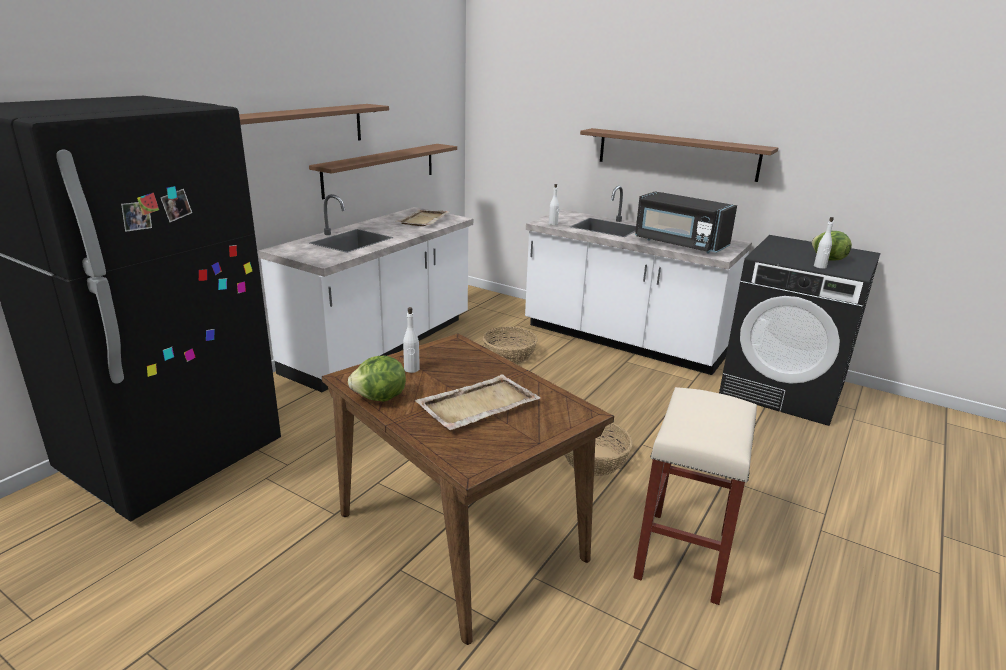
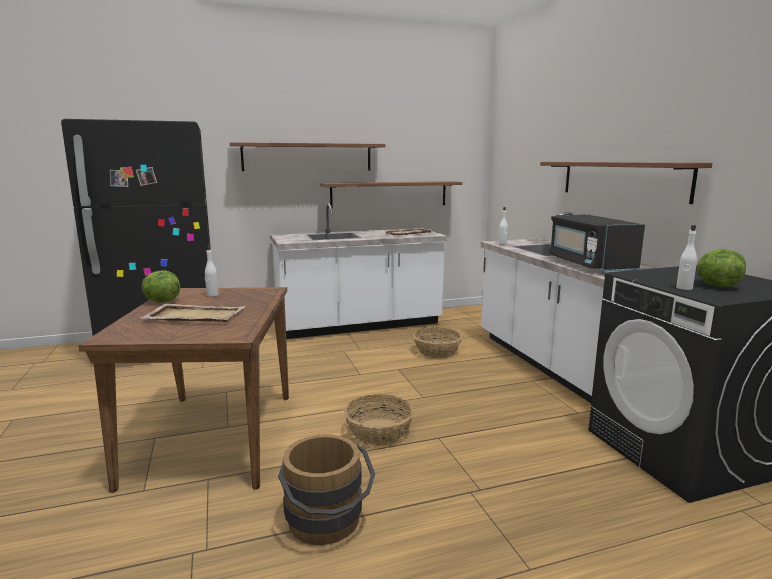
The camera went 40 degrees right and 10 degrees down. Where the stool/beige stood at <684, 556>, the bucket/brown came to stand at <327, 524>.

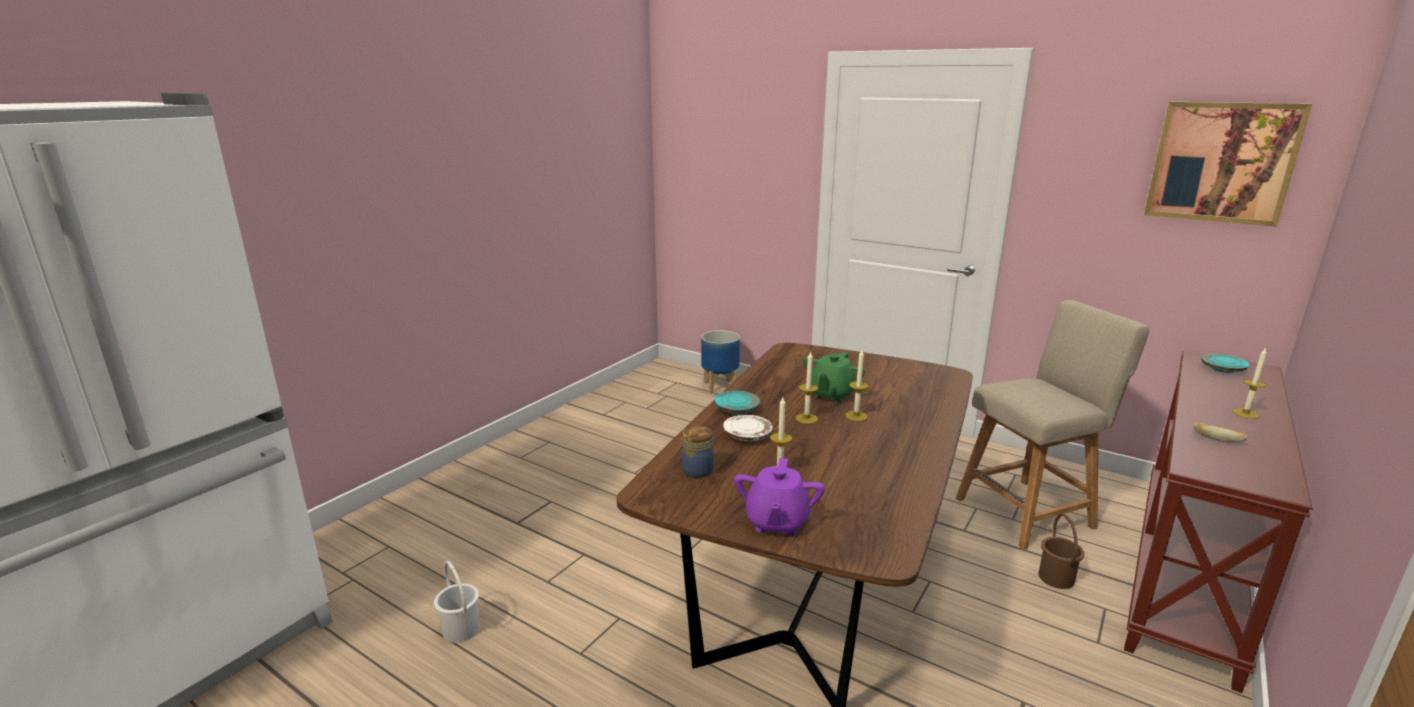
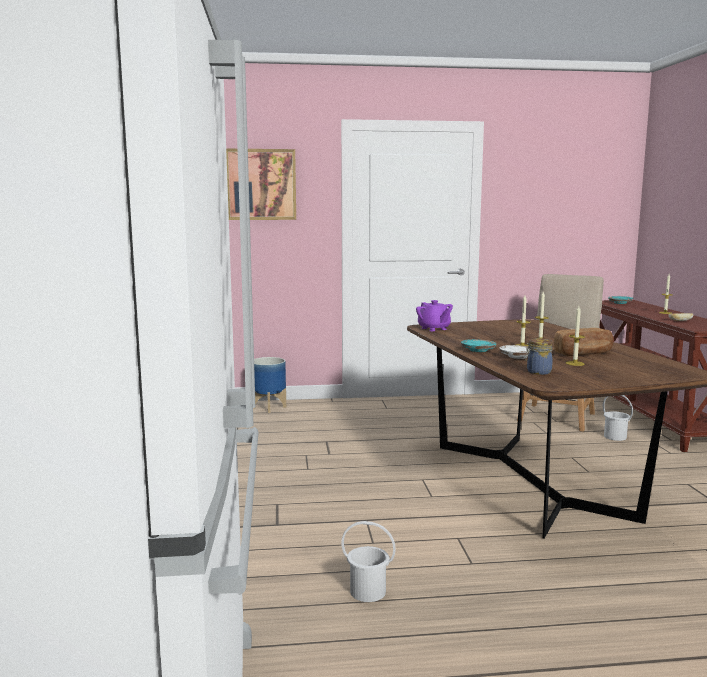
The camera went 40 degrees left and 10 degrees down. The second view lost the teapot/green at <831, 394>. The second view gained the bread at <583, 353>. The teapot/purple ended up elsewhere, having gone from <776, 522> to <434, 329>. The picture ended up elsewhere, having gone from <1222, 162> to <261, 184>. What was the bucket/brown at <1056, 577> turned into the bucket/white at <615, 436>.

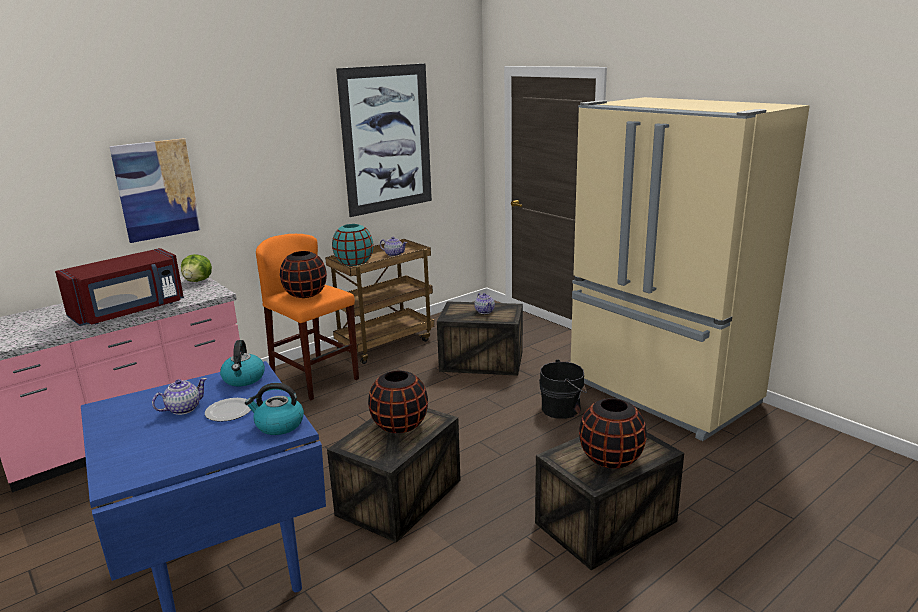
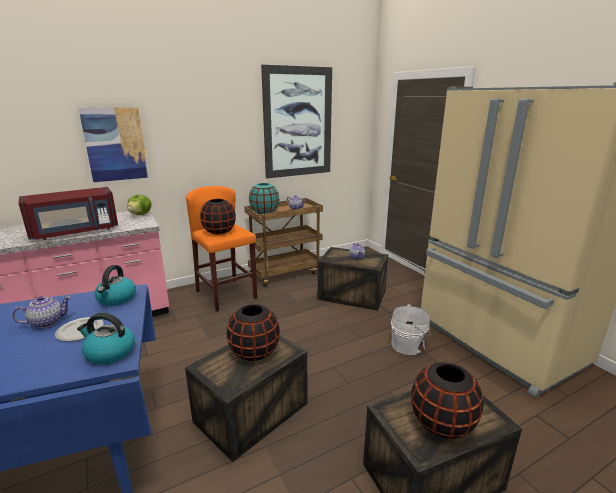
The camera went 10 degrees right and 0 degrees up. What was the bucket/black at <563, 408> turned into the bucket/white at <409, 345>.

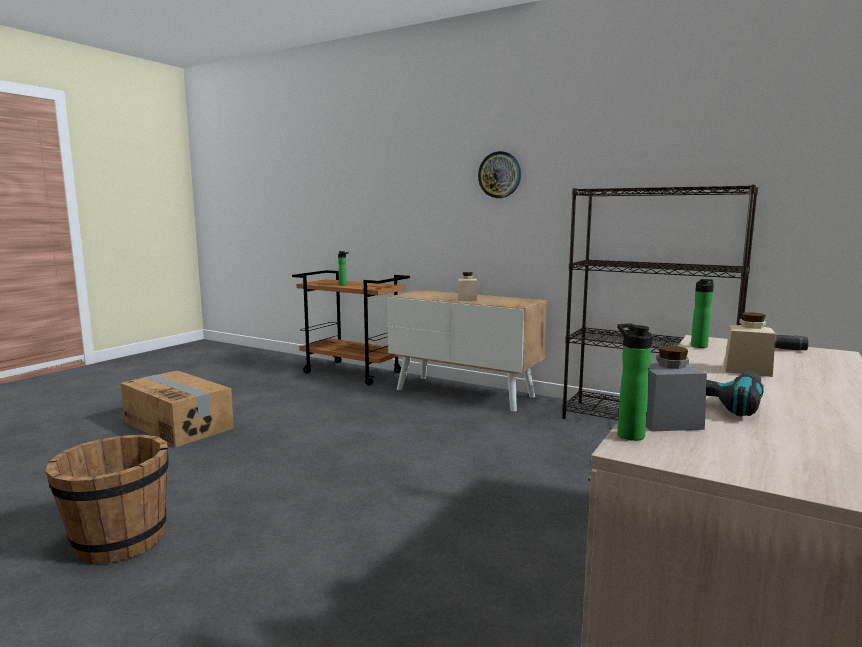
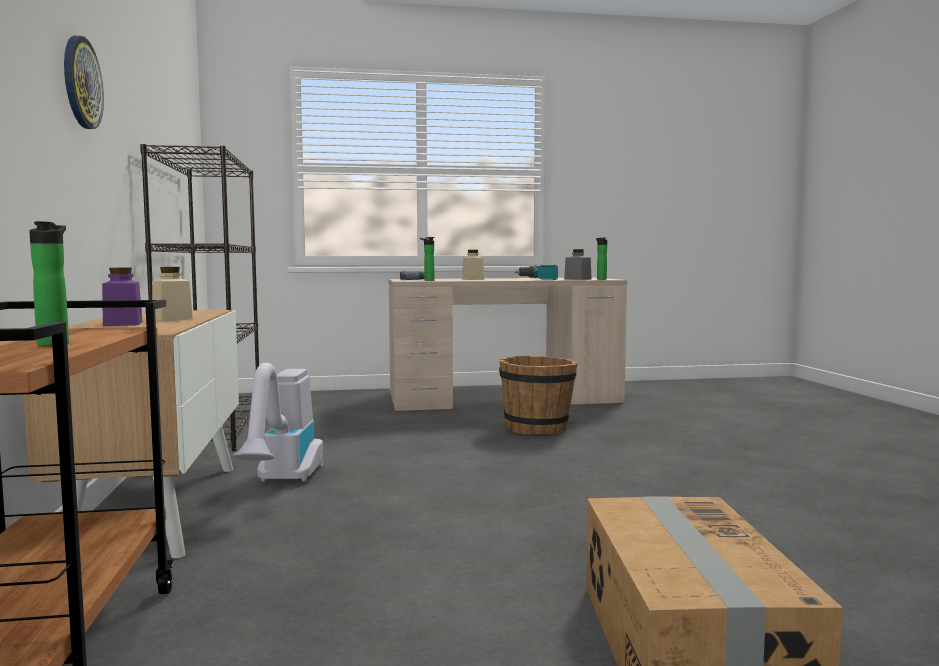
The camera went 130 degrees left and 5 degrees down. The second view gained the jar/purple at <123, 324>. The second view gained the vacuum cleaner at <284, 482>. The bucket/brown ended up elsewhere, having gone from <119, 541> to <537, 428>.

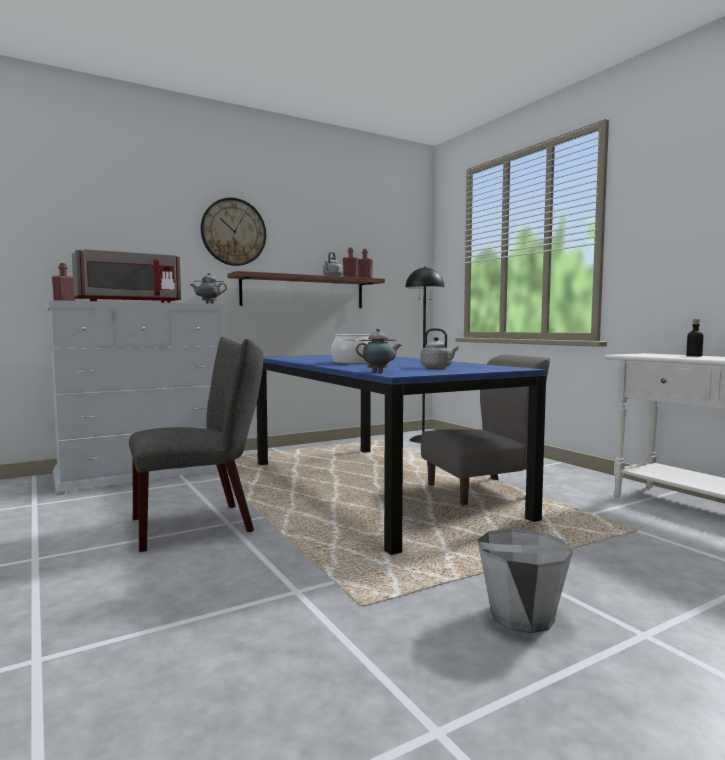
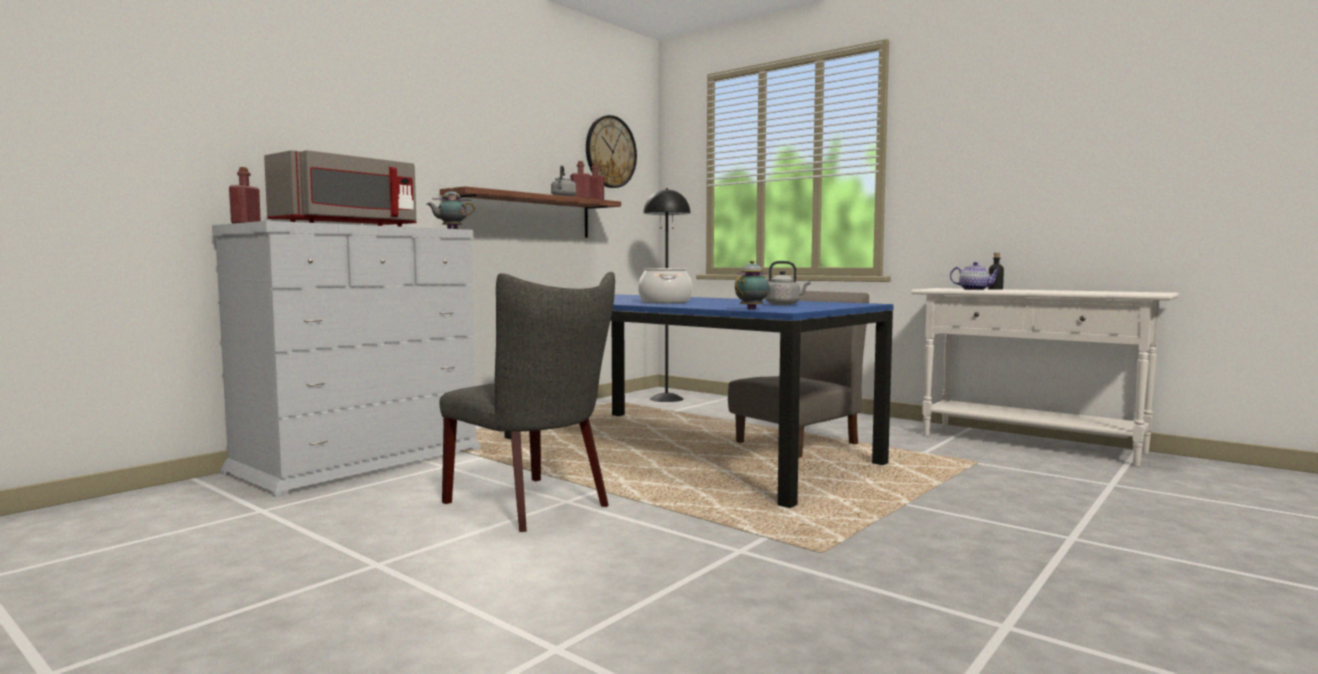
The camera went 20 degrees left and 0 degrees up. The second view lost the bucket/grey at <521, 616>. The second view gained the teapot at <975, 289>. The wall clock ended up elsewhere, having gone from <233, 232> to <610, 152>. The chair/grey at <201, 524> ended up facing another way, 90 degrees clockwise from before.

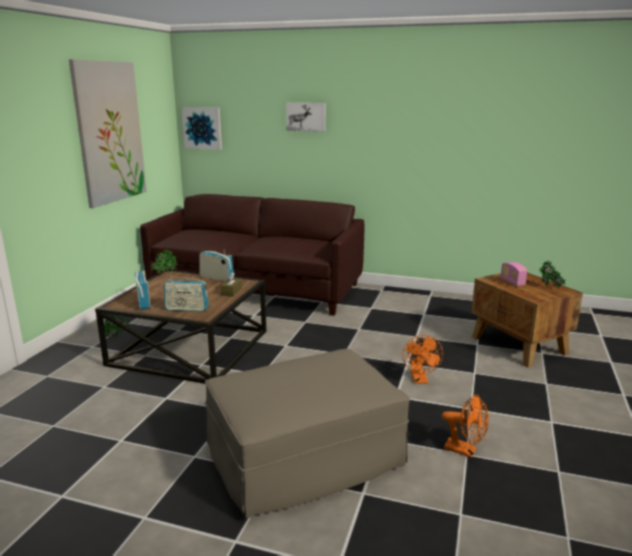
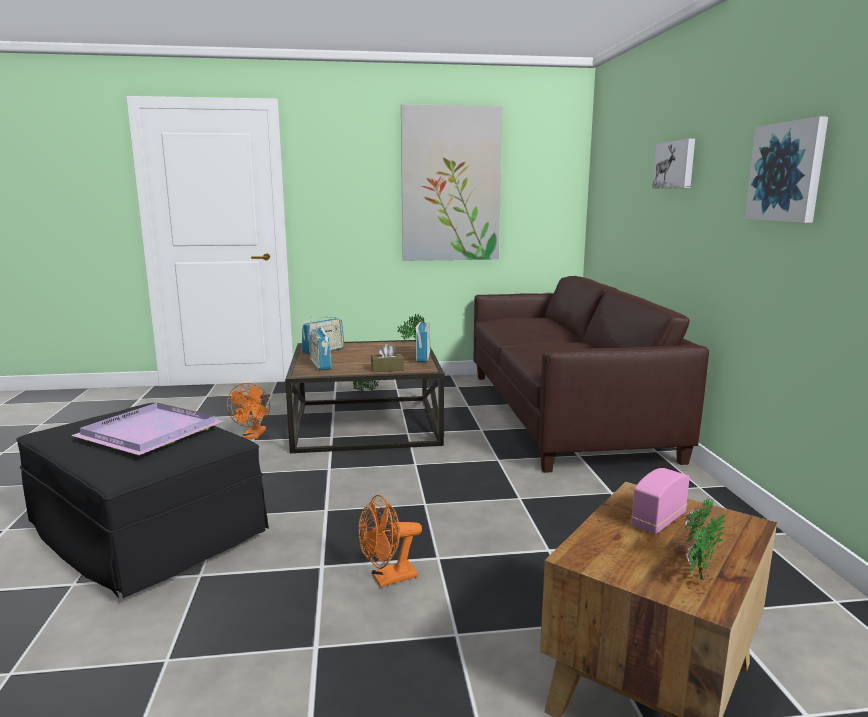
The camera went 65 degrees right and 5 degrees down. The second view gained the tray/purple at <147, 433>. The picture ended up elsewhere, having gone from <202, 128> to <786, 172>. The fan/orange ended up elsewhere, having gone from <465, 450> to <253, 436>. What was the ottoman/beige at <304, 458> turned into the ottoman/black at <147, 532>.

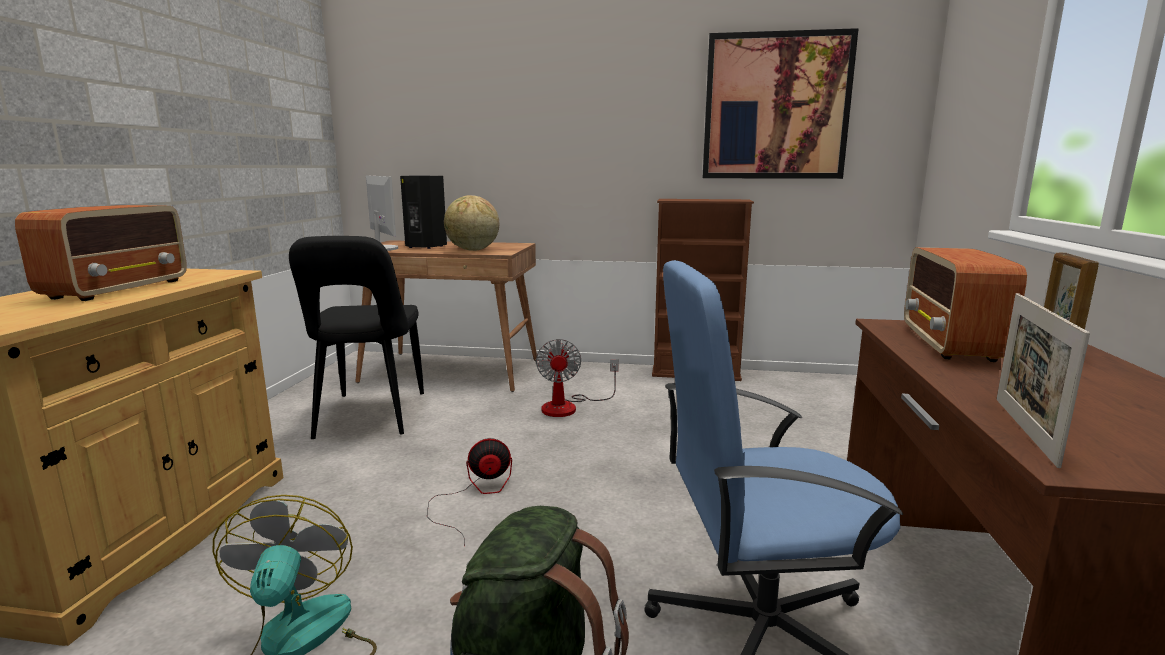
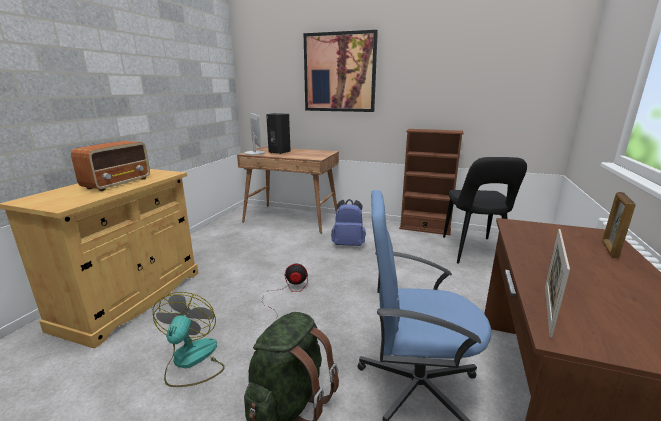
The camera went 10 degrees right and 5 degrees up. The second view lost the globe at <472, 250>. The second view lost the radio at <950, 344>. The chair/black ended up elsewhere, having gone from <369, 417> to <473, 252>. The picture ended up elsewhere, having gone from <776, 107> to <339, 72>. Where the fan stood at <569, 406>, the backpack/blue came to stand at <348, 244>.

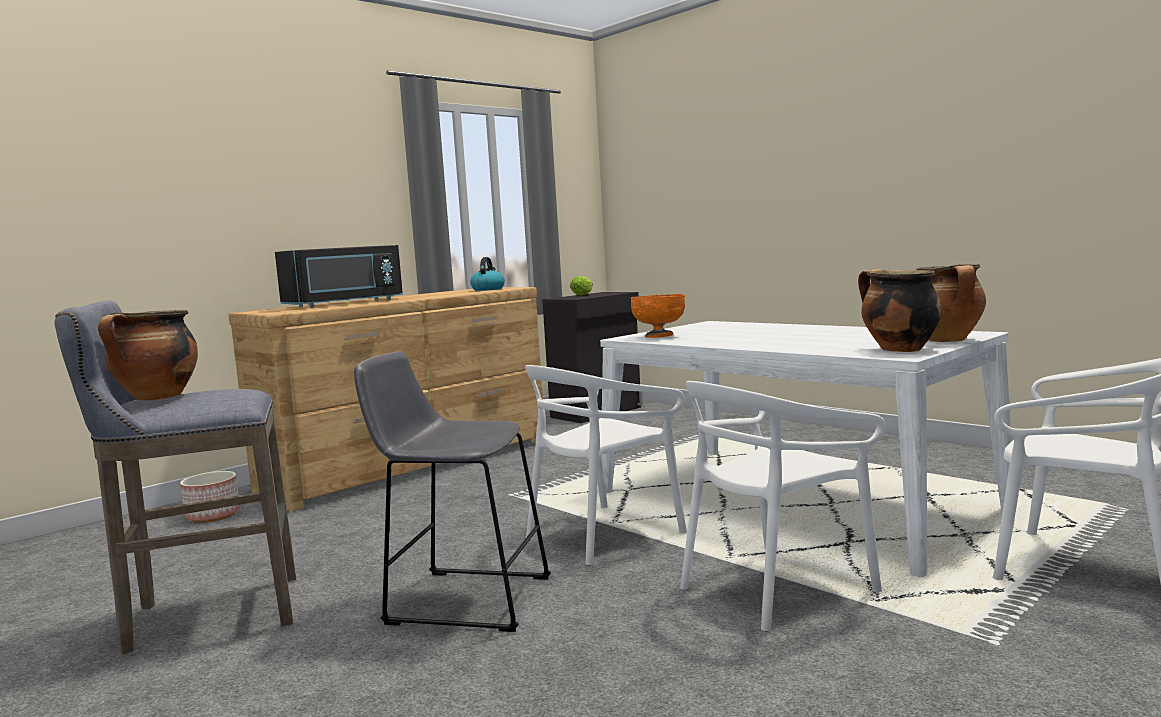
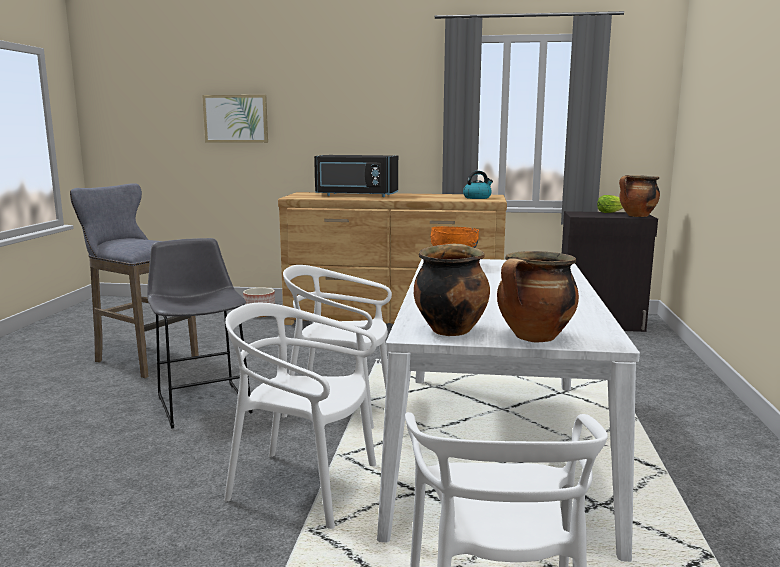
The camera went 50 degrees right and 5 degrees up. The second view gained the picture at <236, 118>. The cooking pot ended up elsewhere, having gone from <157, 398> to <637, 216>.

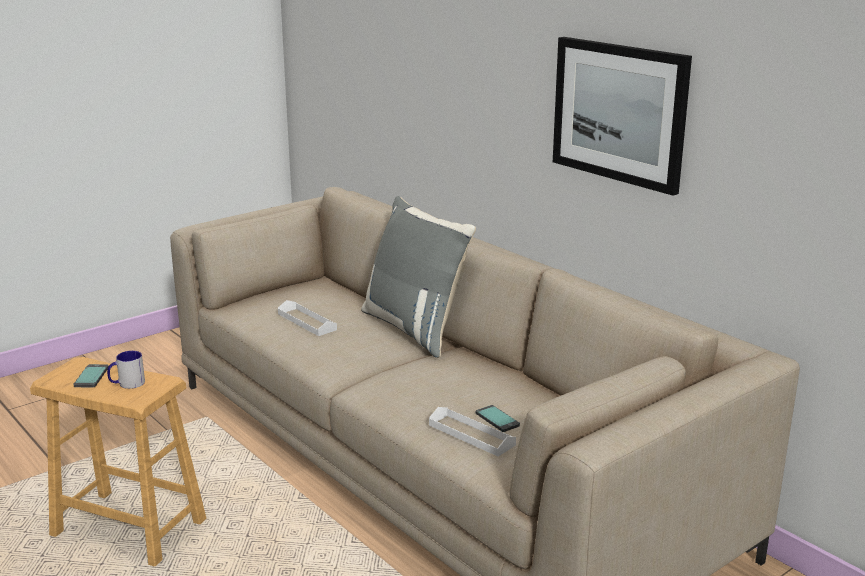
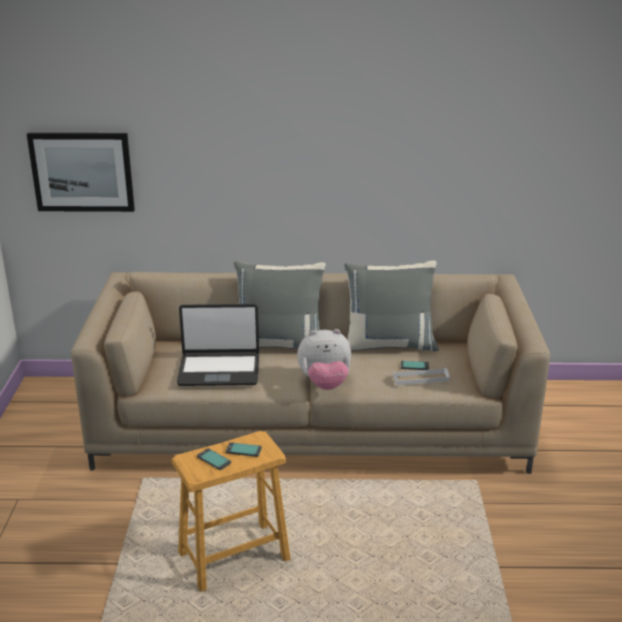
The camera went 50 degrees left and 5 degrees up. The second view gained the plush toy at <325, 384>. The second view gained the pillow/grey at <389, 344>. The picture ended up elsewhere, having gone from <619, 112> to <82, 171>. Where the mug stood at <127, 384>, the phone came to stand at <243, 450>. Where the tray/white stood at <307, 322>, the laptop came to stand at <219, 370>.

